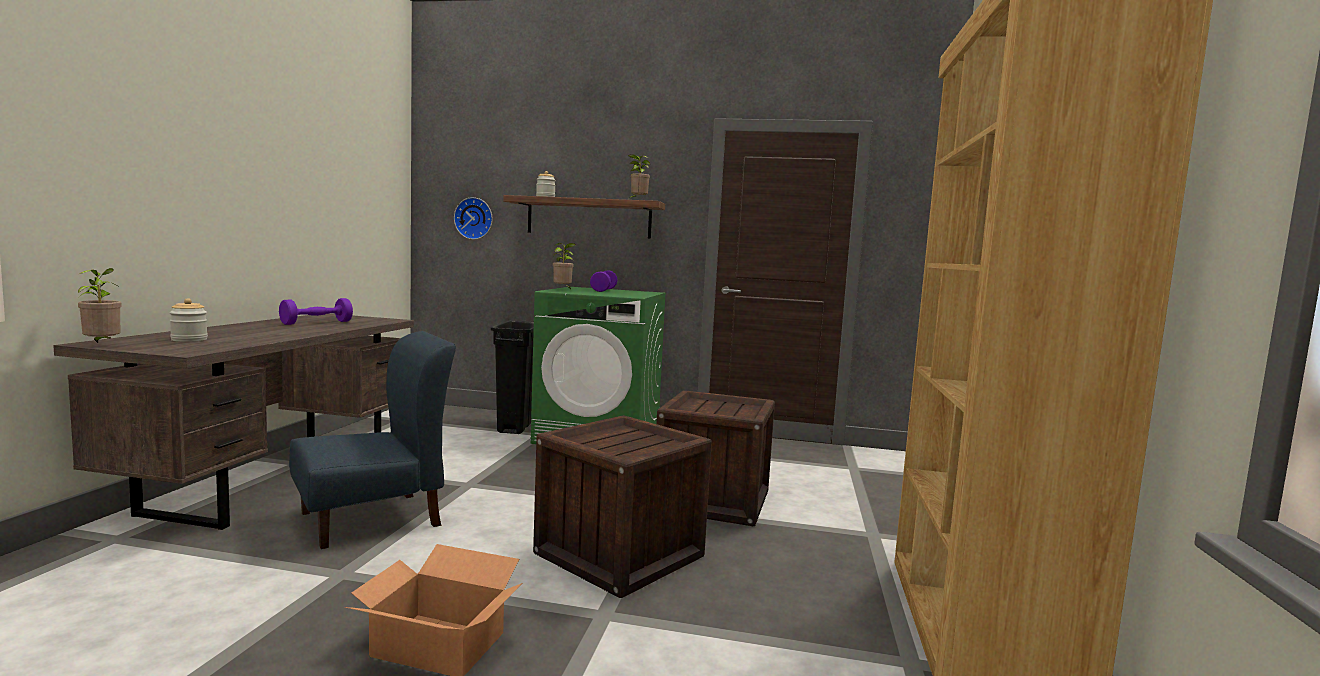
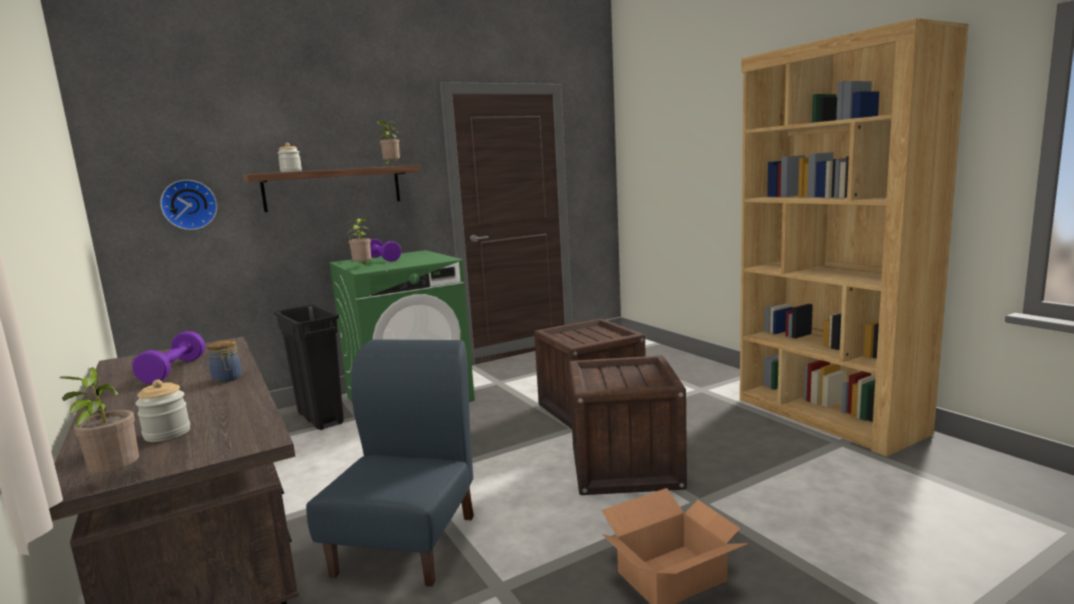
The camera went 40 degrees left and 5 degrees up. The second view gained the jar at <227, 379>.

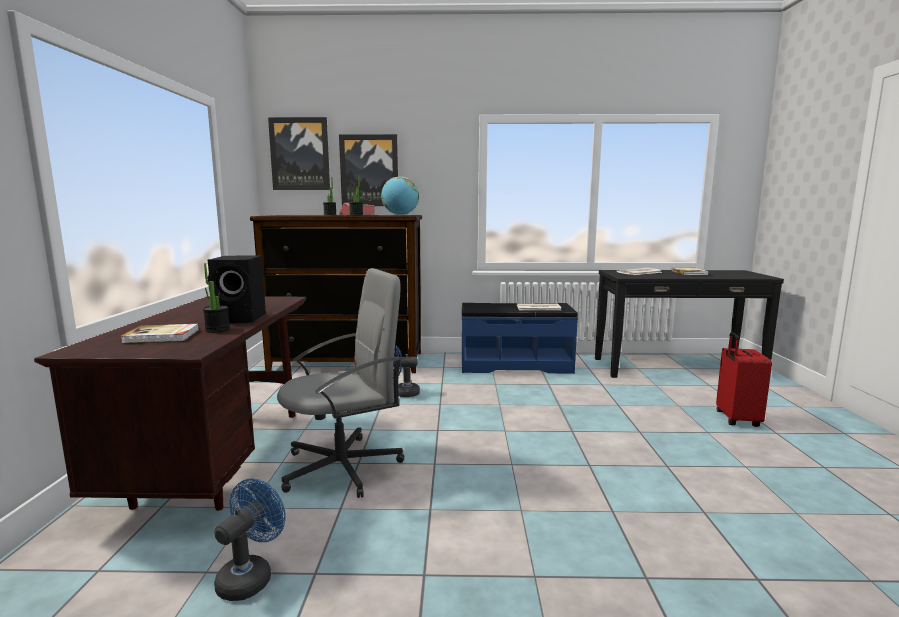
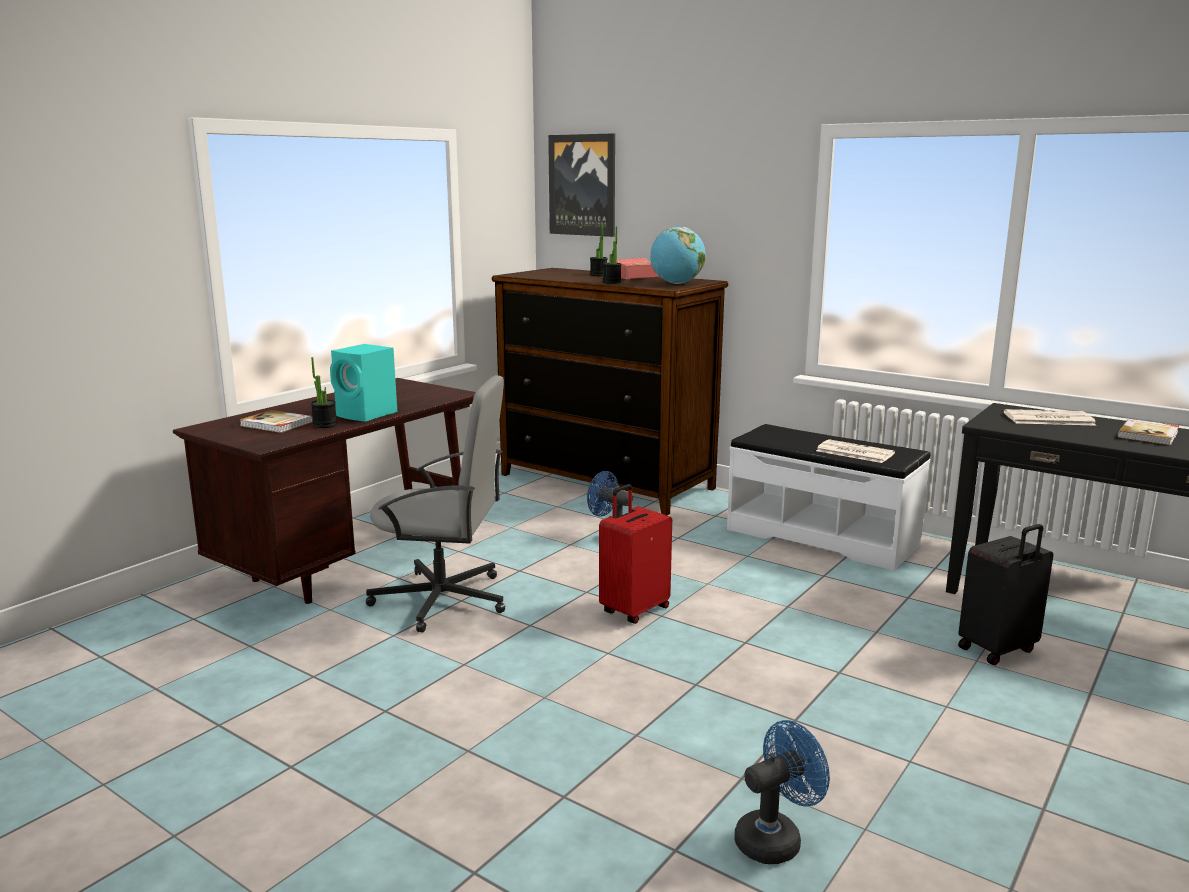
The camera went 35 degrees right and 5 degrees up. The second view lost the picture at <369, 171>. The second view gained the suitcase/black at <998, 650>. The fan/blue ended up elsewhere, having gone from <250, 576> to <775, 838>. The suitcase/red ended up elsewhere, having gone from <736, 419> to <634, 610>. What was the speaker/black at <242, 318> turned into the speaker/turquoise at <367, 415>. What was the bench/blue at <515, 365> turned into the bench/white at <822, 536>.

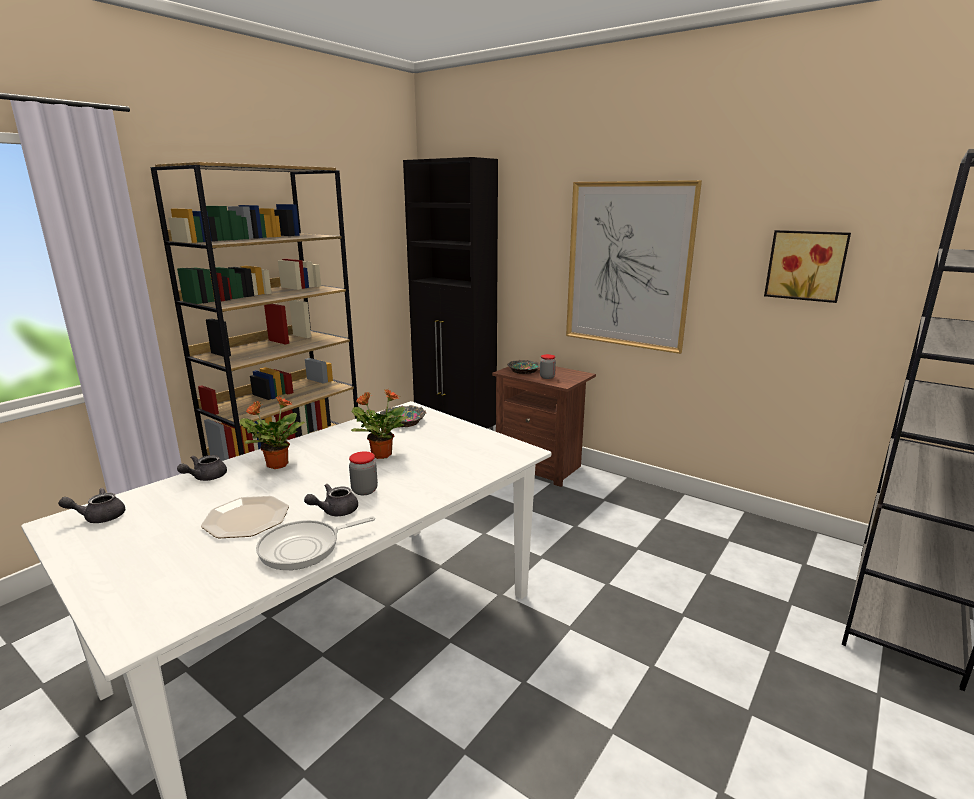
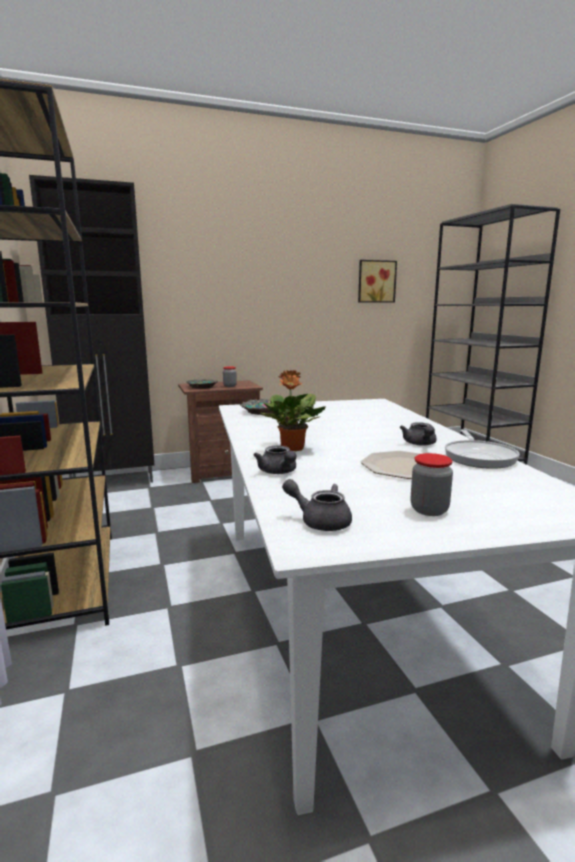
The camera went 55 degrees left and 5 degrees down. The second view lost the potted plant at <380, 454>. The second view lost the picture at <627, 266>. The jar ended up elsewhere, having gone from <364, 490> to <429, 510>. The teapot/grey at <99, 517> ended up facing another way, 105 degrees clockwise from before.

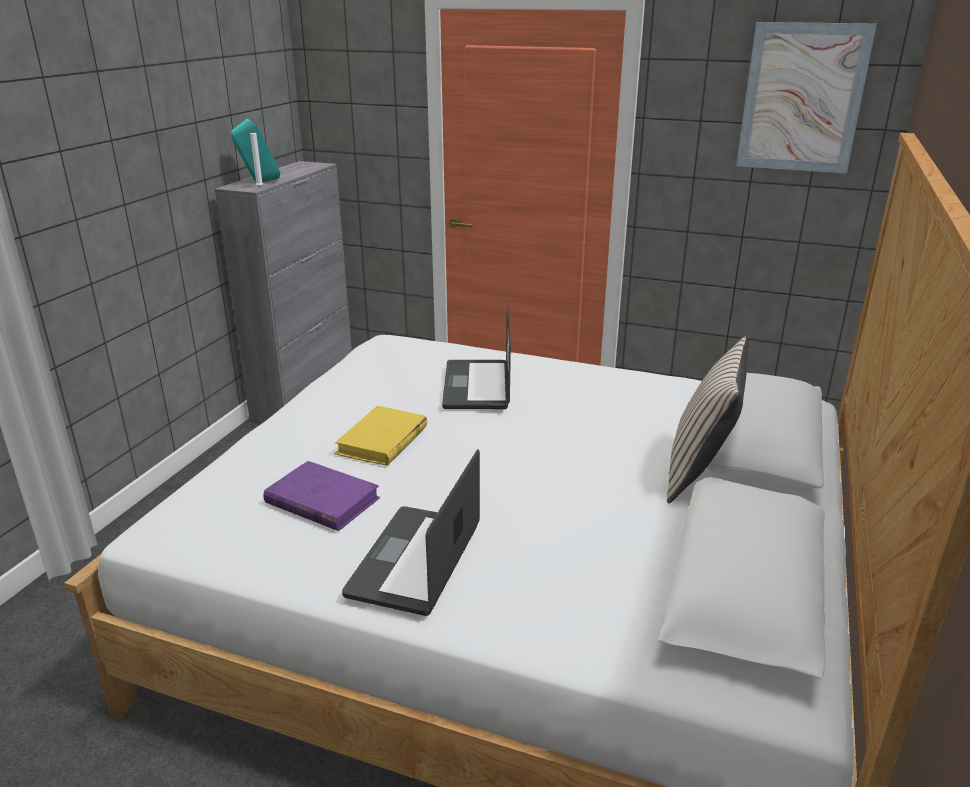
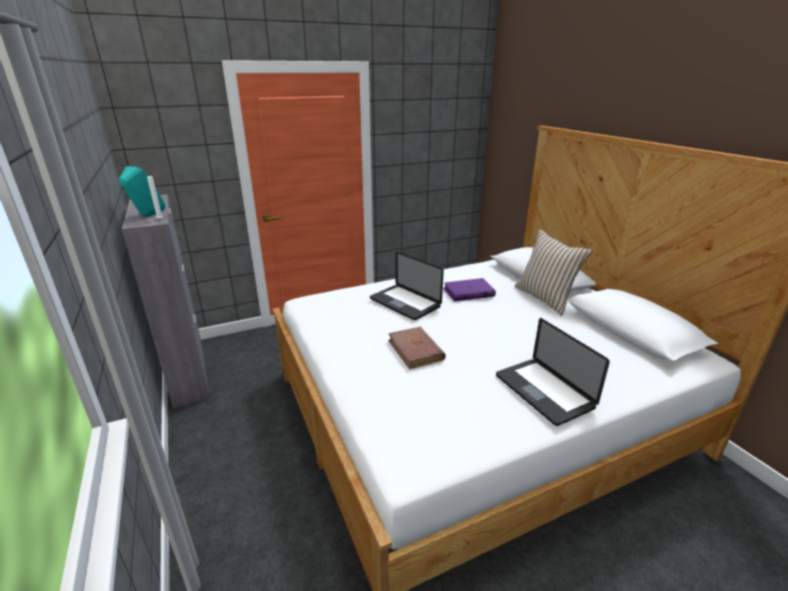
The camera went 45 degrees left and 0 degrees up. The second view lost the picture at <802, 98>. The book/purple ended up elsewhere, having gone from <322, 500> to <468, 292>. What was the book/yellow at <382, 440> turned into the book/brown at <415, 350>.

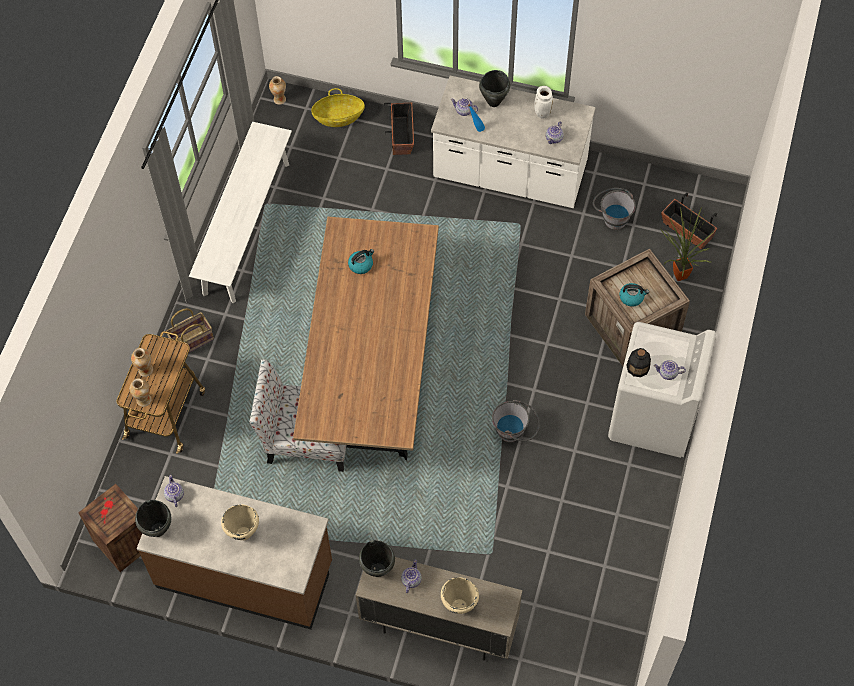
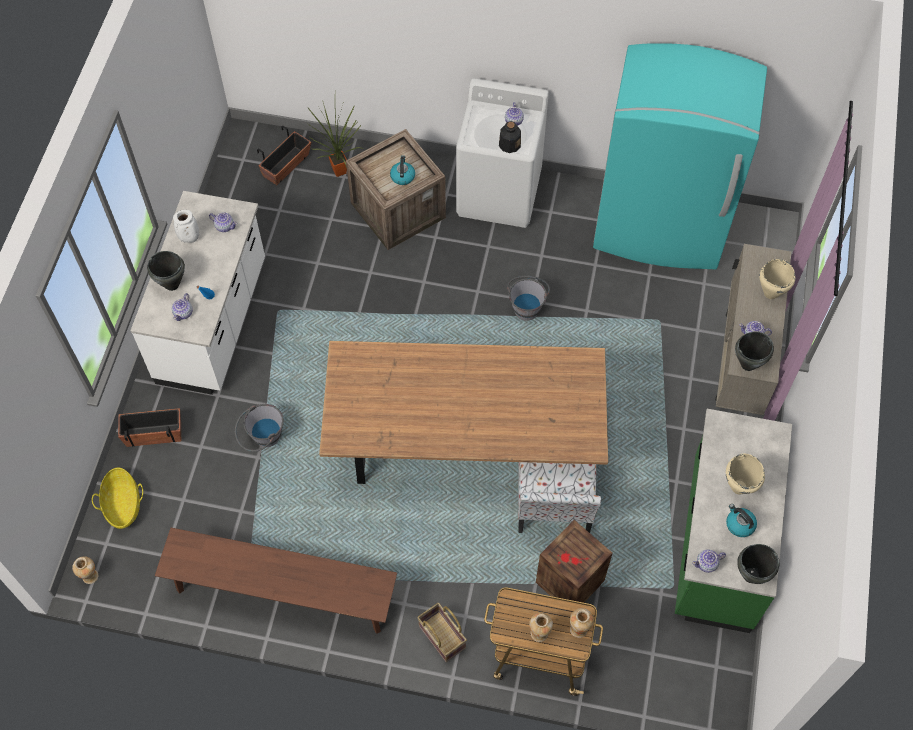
The camera went 95 degrees left and 0 degrees up. The second view gained the fridge/turquoise at <660, 228>. The crate ended up elsewhere, having gone from <123, 542> to <570, 583>. The kettle ended up elsewhere, having gone from <361, 265> to <739, 524>. The bucket/grey ended up elsewhere, having gone from <612, 216> to <262, 439>. What was the counter/brown at <245, 574> turned into the counter/green at <718, 543>. What was the bench/white at <246, 227> turned into the bench/brown at <282, 593>.

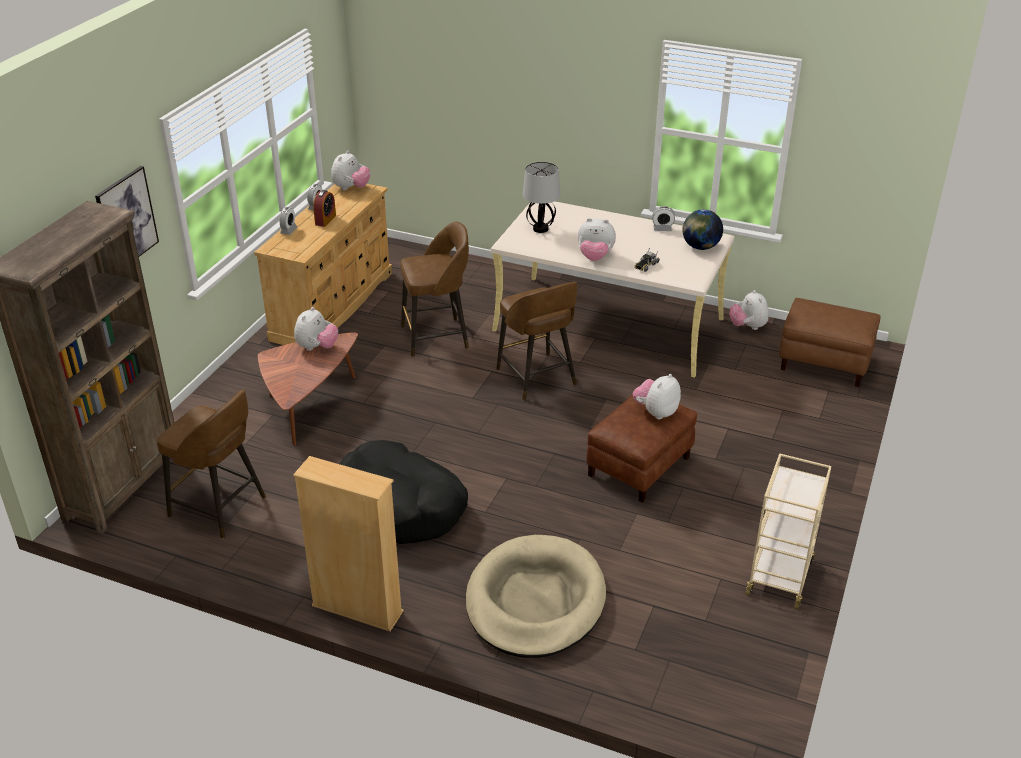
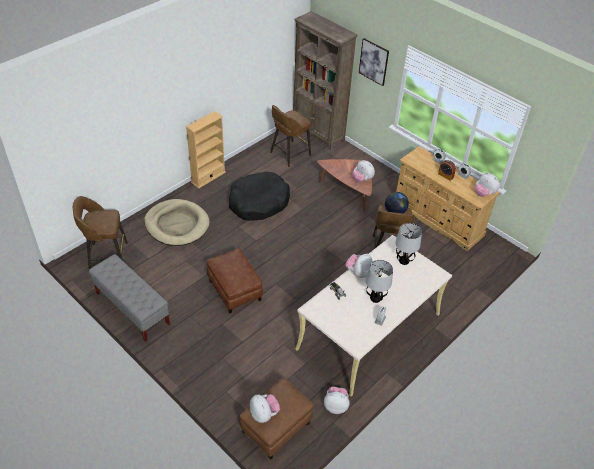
The camera went 110 degrees right and 10 degrees up. The second view gained the table lamp at <375, 298>. The stool/brown ended up elsewhere, having gone from <537, 378> to <107, 255>. The plush toy ended up elsewhere, having gone from <656, 412> to <264, 414>. The globe ended up elsewhere, having gone from <700, 247> to <395, 211>. Where the cart/beige stood at <779, 575>, the bench/grey came to stand at <132, 308>.

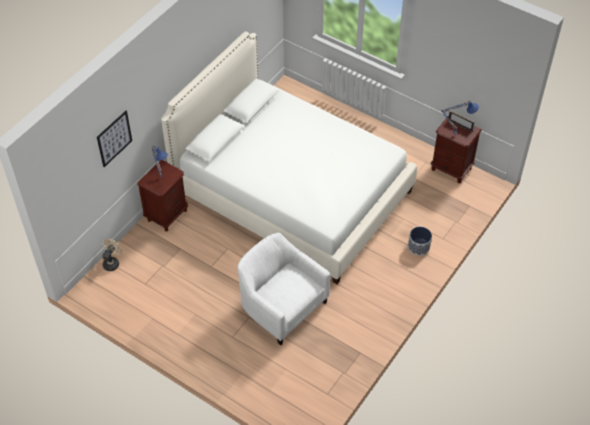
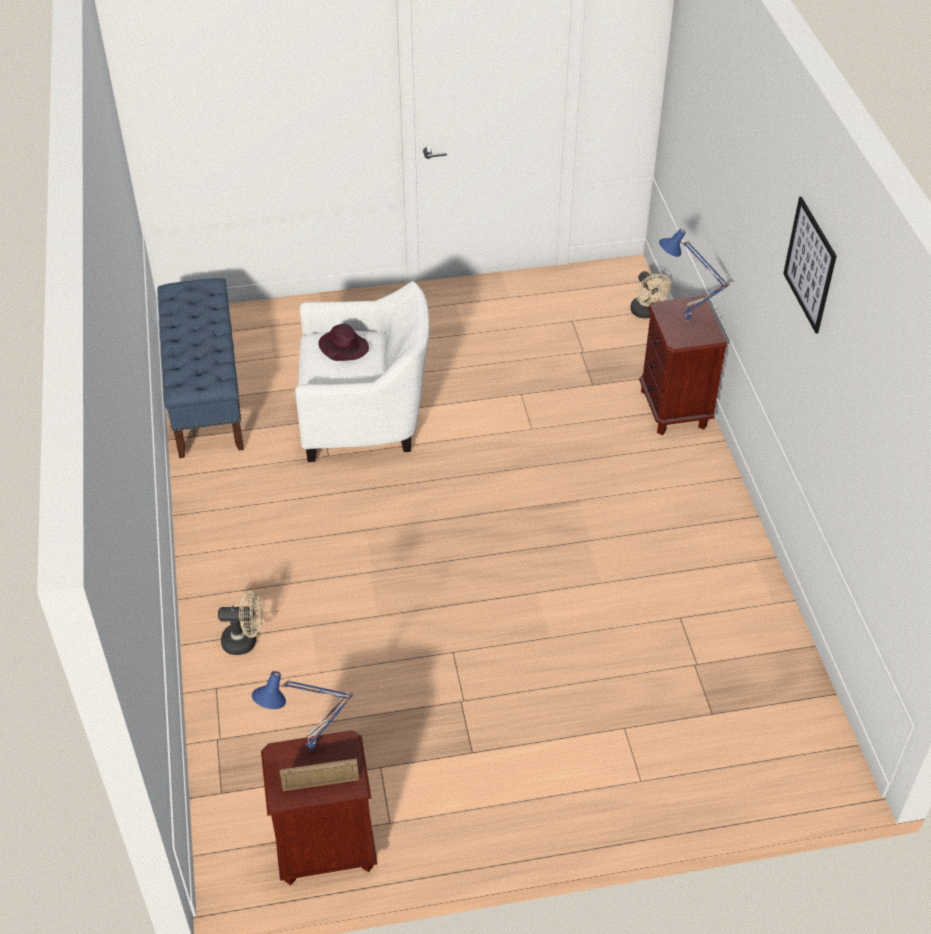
The camera went 135 degrees right and 5 degrees down. The second view lost the bed/white at <292, 192>. The second view gained the bench/blue at <206, 394>. The second view gained the hat/purple at <343, 347>. The picture ended up elsewhere, having gone from <114, 138> to <810, 265>. Where the planter stood at <418, 247>, the fan/beige came to stand at <245, 641>.

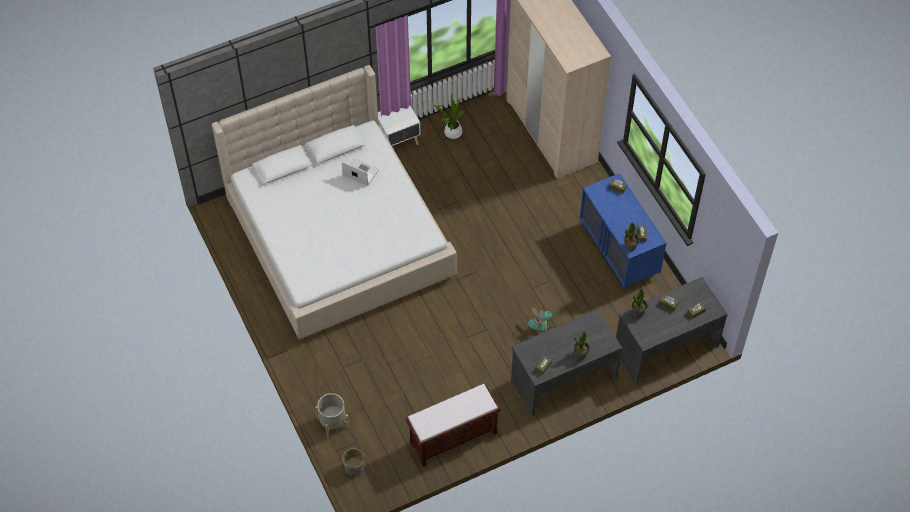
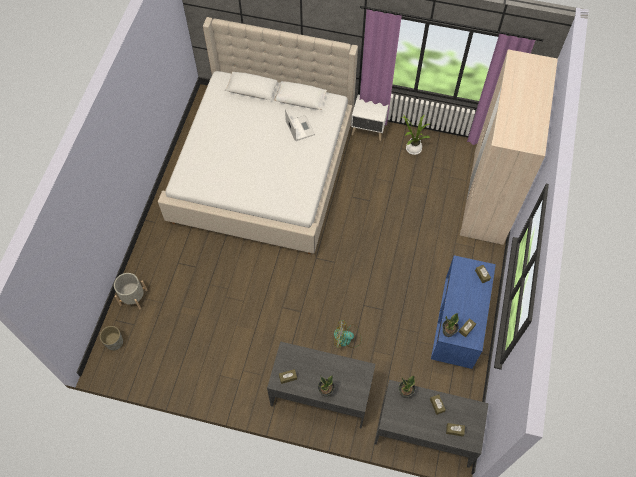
The camera went 40 degrees right and 5 degrees up. The second view lost the bench/brown at <452, 438>.

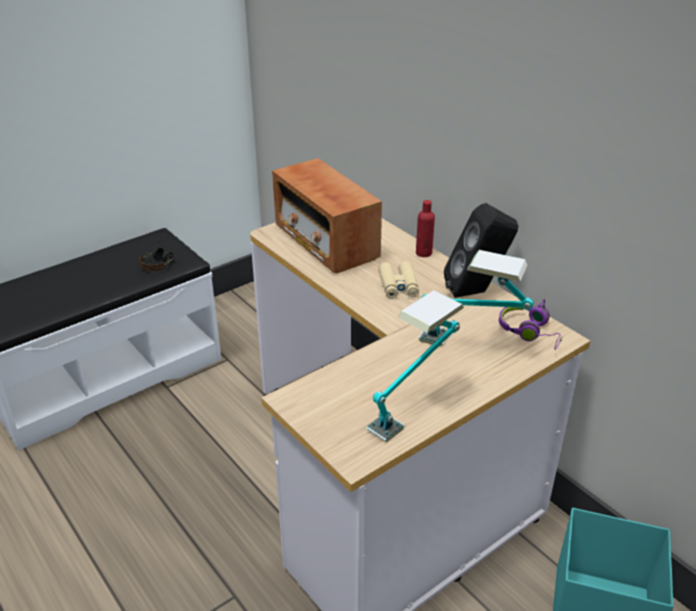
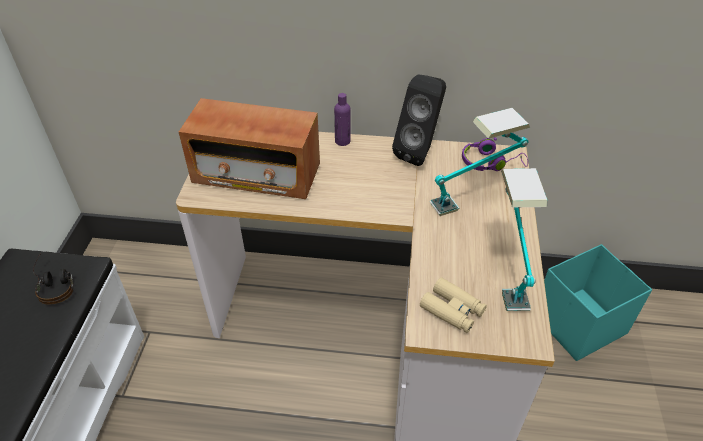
The camera went 45 degrees left and 10 degrees up. The binoculars/beige ended up elsewhere, having gone from <398, 286> to <452, 310>. What was the bottle/red at <423, 253> turned into the bottle/purple at <342, 141>.

